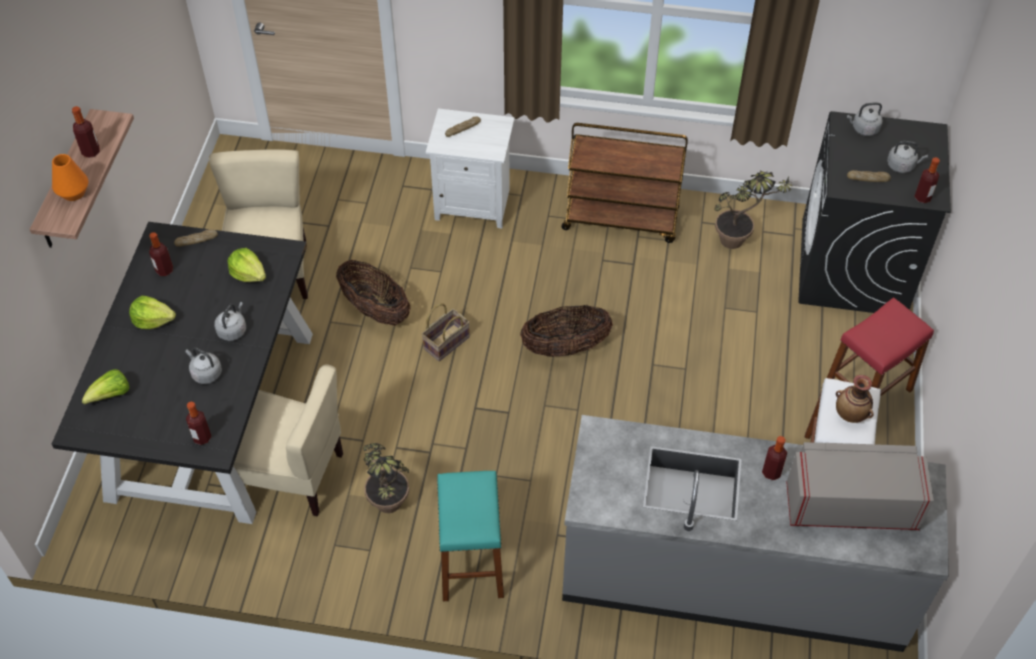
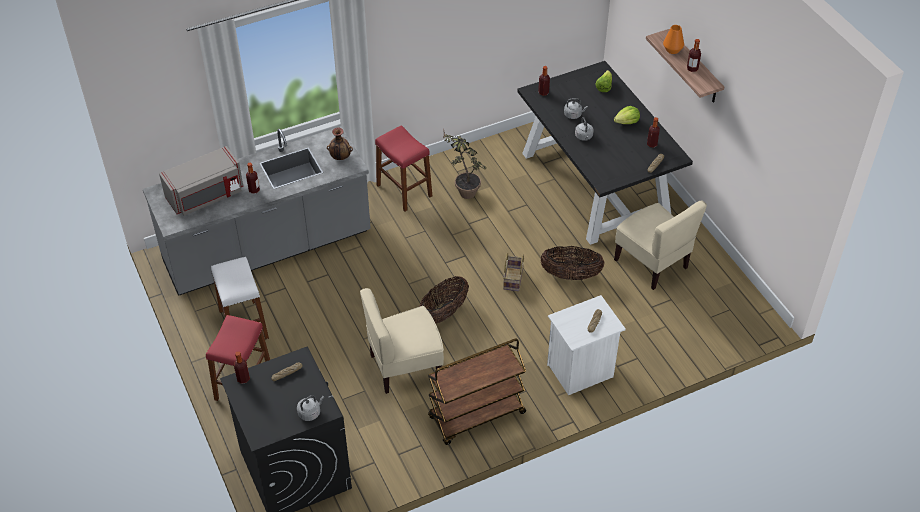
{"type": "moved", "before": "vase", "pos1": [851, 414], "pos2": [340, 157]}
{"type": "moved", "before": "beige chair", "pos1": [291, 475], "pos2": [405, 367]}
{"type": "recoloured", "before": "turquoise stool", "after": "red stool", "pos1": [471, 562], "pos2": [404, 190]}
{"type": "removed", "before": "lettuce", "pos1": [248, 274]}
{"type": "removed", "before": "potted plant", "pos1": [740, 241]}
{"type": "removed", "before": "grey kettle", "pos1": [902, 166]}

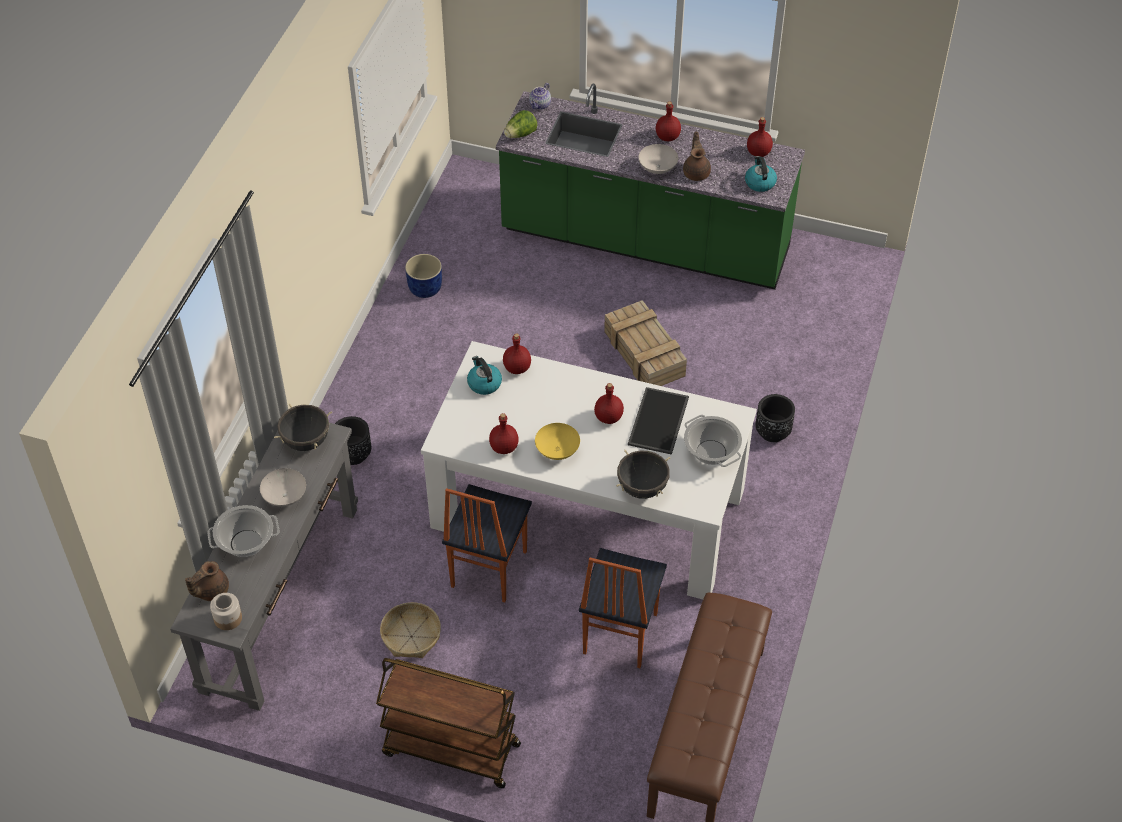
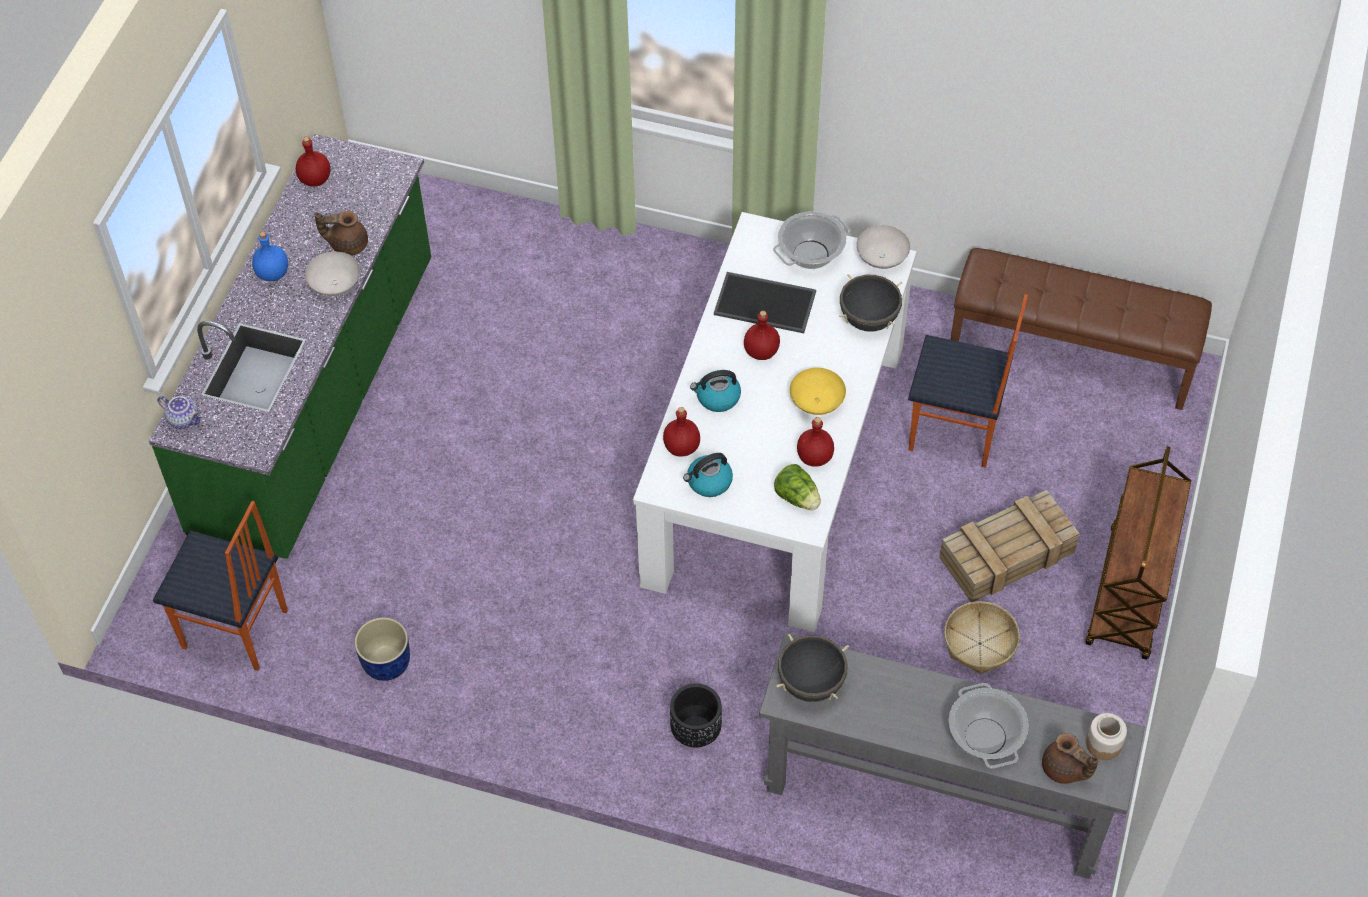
{"type": "moved", "before": "chair", "pos1": [487, 569], "pos2": [235, 631]}
{"type": "recoloured", "before": "red bottle", "after": "blue bottle", "pos1": [667, 137], "pos2": [272, 274]}
{"type": "moved", "before": "kettle", "pos1": [759, 182], "pos2": [717, 398]}
{"type": "moved", "before": "lettuce", "pos1": [520, 135], "pos2": [797, 497]}
{"type": "moved", "before": "white bowl", "pos1": [285, 496], "pos2": [881, 258]}
{"type": "moved", "before": "crate", "pos1": [645, 354], "pos2": [1008, 553]}
{"type": "removed", "before": "black planter", "pos1": [773, 432]}

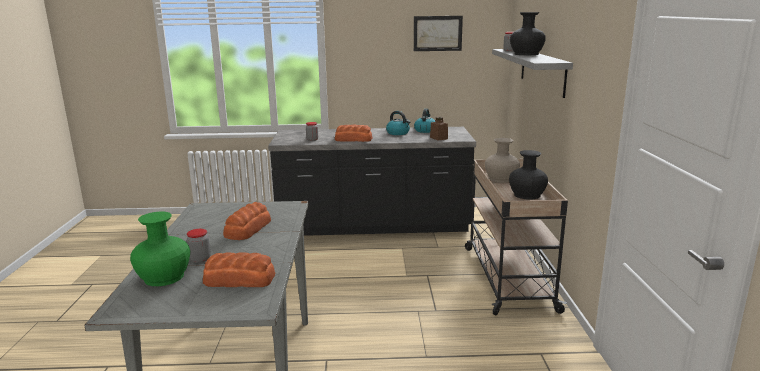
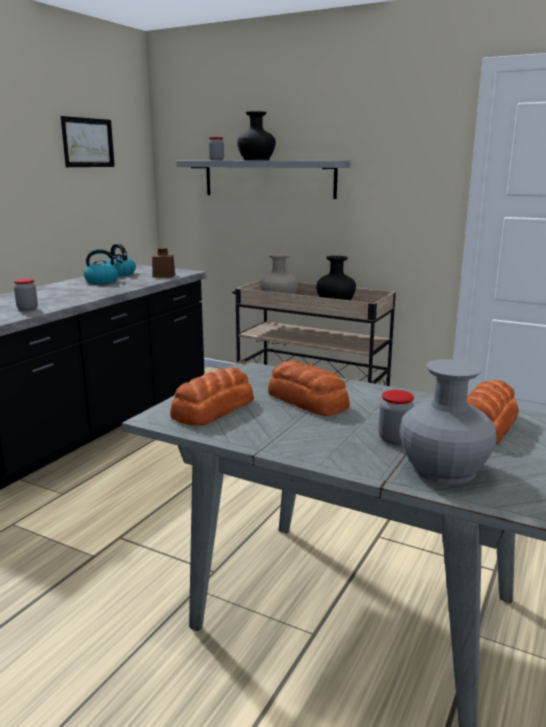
{"type": "moved", "before": "bread", "pos1": [353, 139], "pos2": [212, 409]}
{"type": "recoloured", "before": "green vase", "after": "grey vase", "pos1": [164, 277], "pos2": [443, 468]}

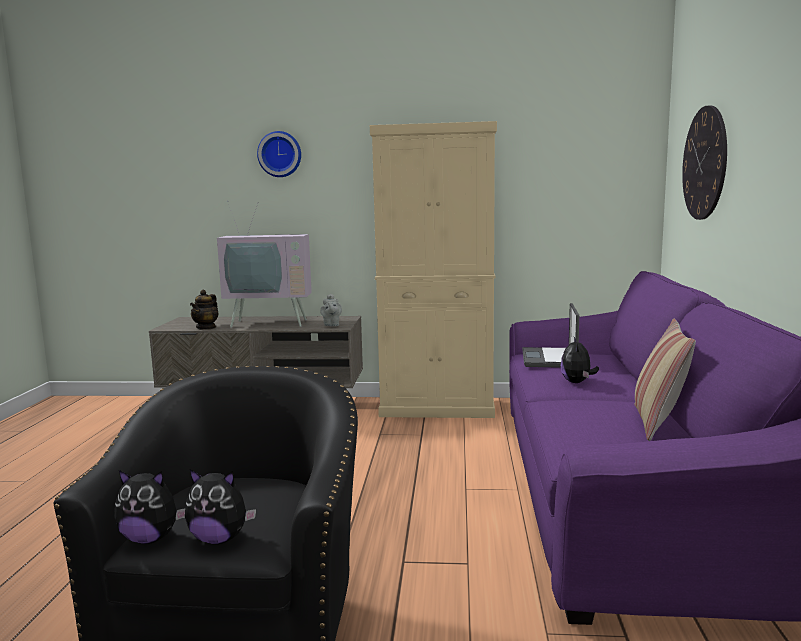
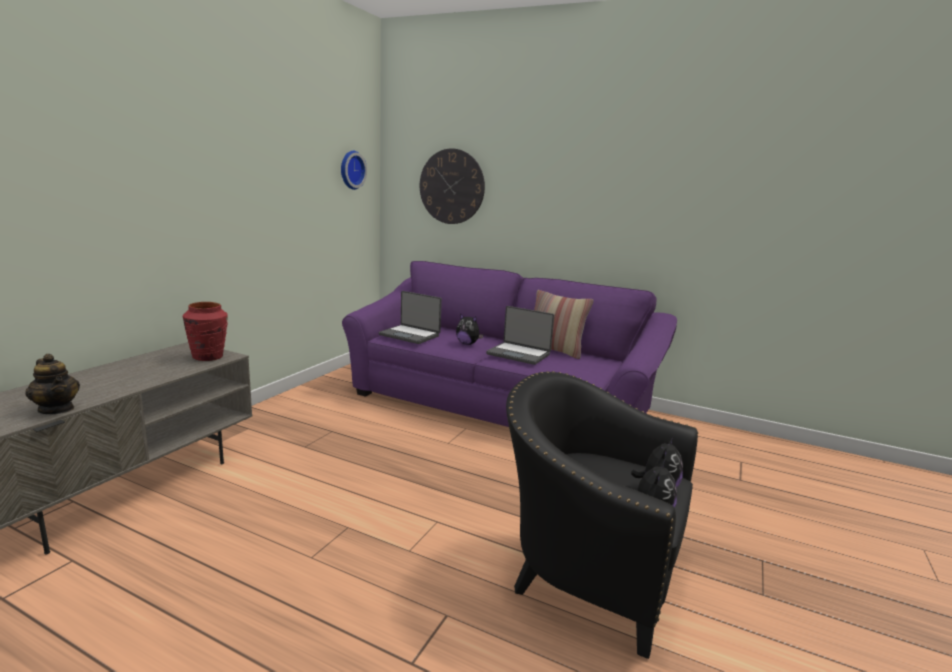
{"type": "replaced", "before": "grey teapot", "after": "red vase", "pos1": [331, 325], "pos2": [208, 357]}
{"type": "moved", "before": "wall clock", "pos1": [280, 154], "pos2": [351, 170]}
{"type": "added", "after": "laptop", "pos2": [519, 354]}
{"type": "removed", "before": "television", "pos1": [271, 322]}
{"type": "removed", "before": "beige cabinet", "pos1": [437, 408]}

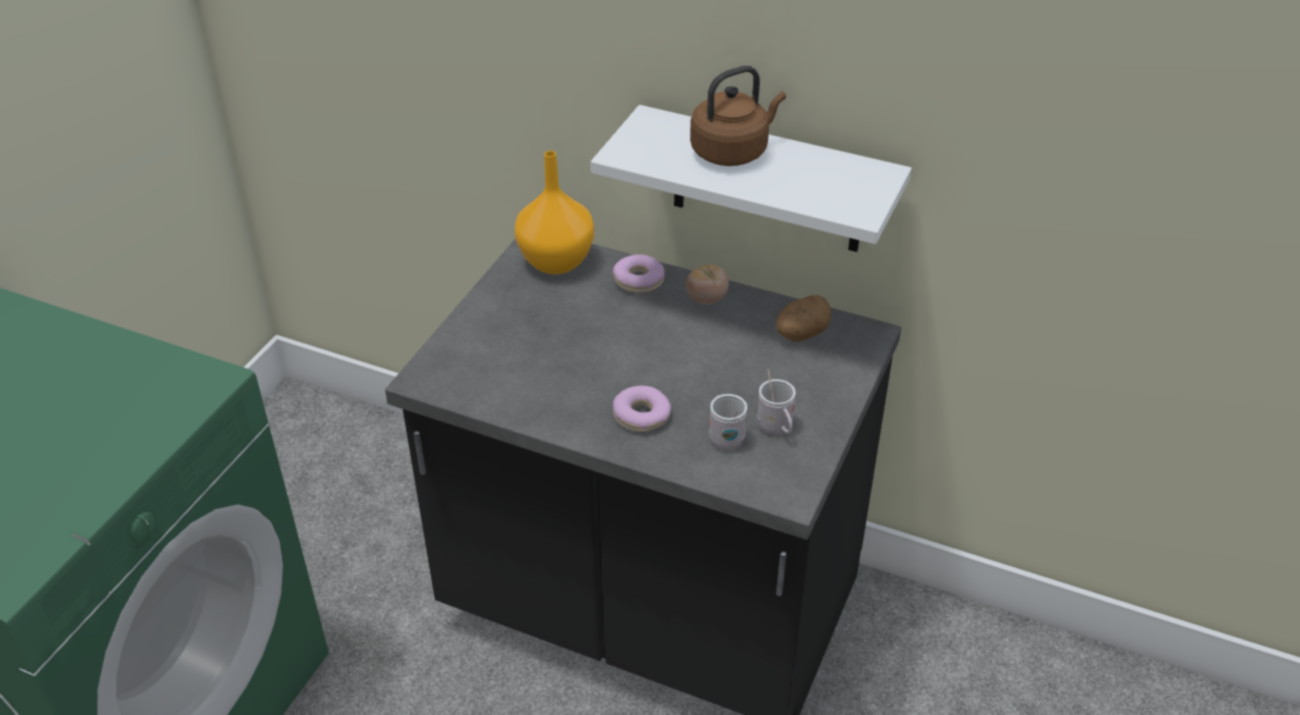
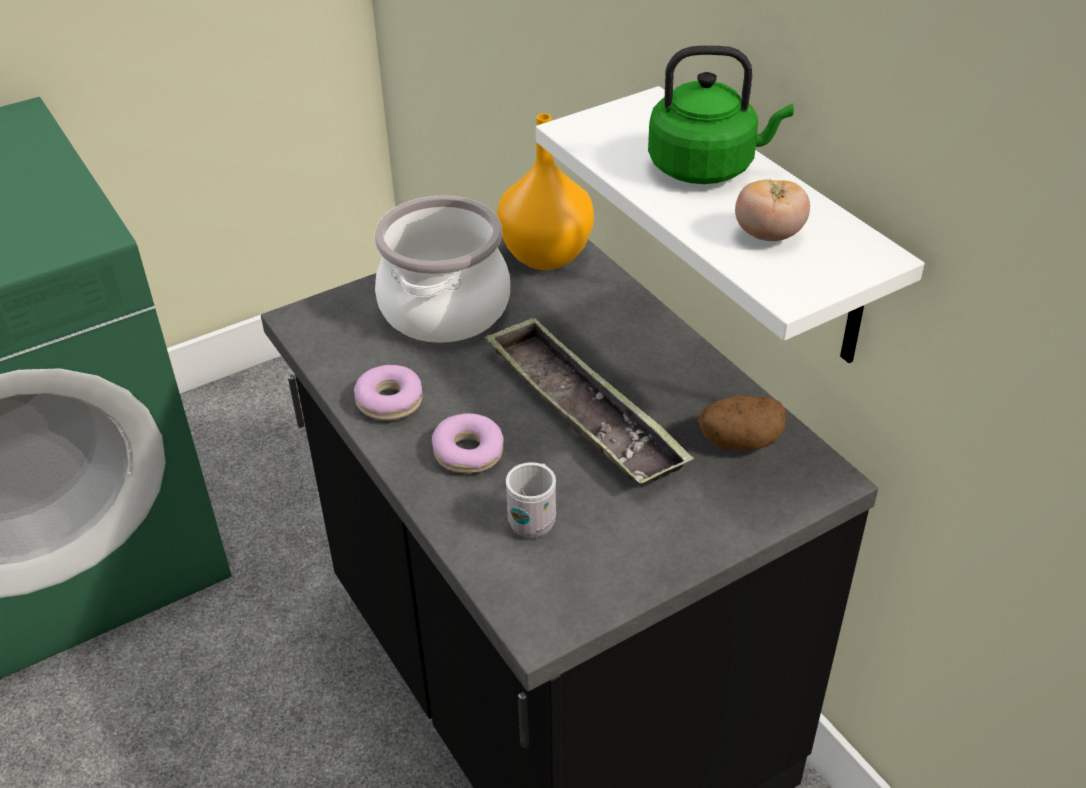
{"type": "moved", "before": "donut", "pos1": [638, 280], "pos2": [389, 401]}
{"type": "added", "after": "cooking pot", "pos2": [443, 308]}
{"type": "added", "after": "tray", "pos2": [582, 410]}
{"type": "recoloured", "before": "brown kettle", "after": "green kettle", "pos1": [732, 151], "pos2": [707, 167]}
{"type": "moved", "before": "tomato", "pos1": [706, 299], "pos2": [769, 235]}
{"type": "removed", "before": "white mug", "pos1": [777, 429]}

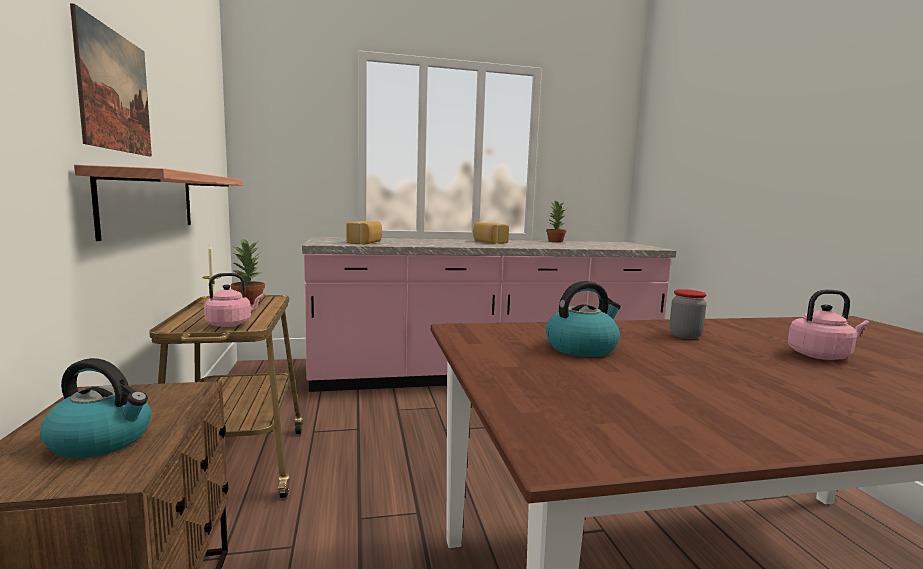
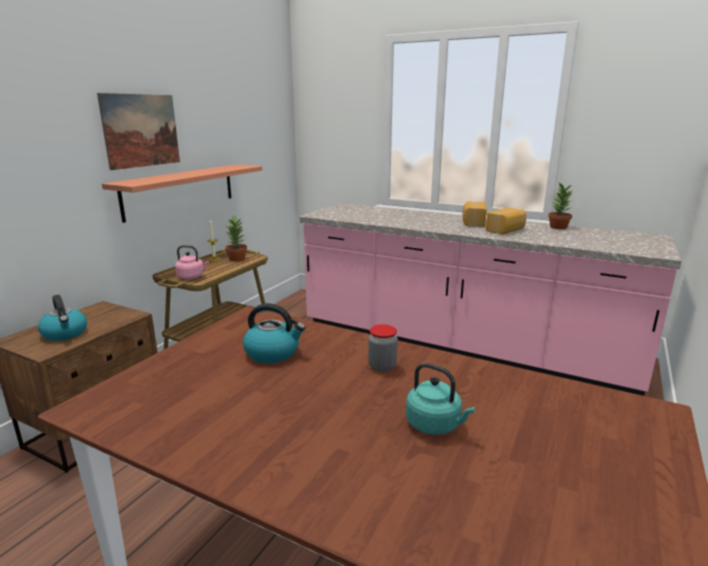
{"type": "recoloured", "before": "pink kettle", "after": "turquoise kettle", "pos1": [821, 355], "pos2": [435, 425]}
{"type": "moved", "before": "bread", "pos1": [365, 242], "pos2": [506, 230]}

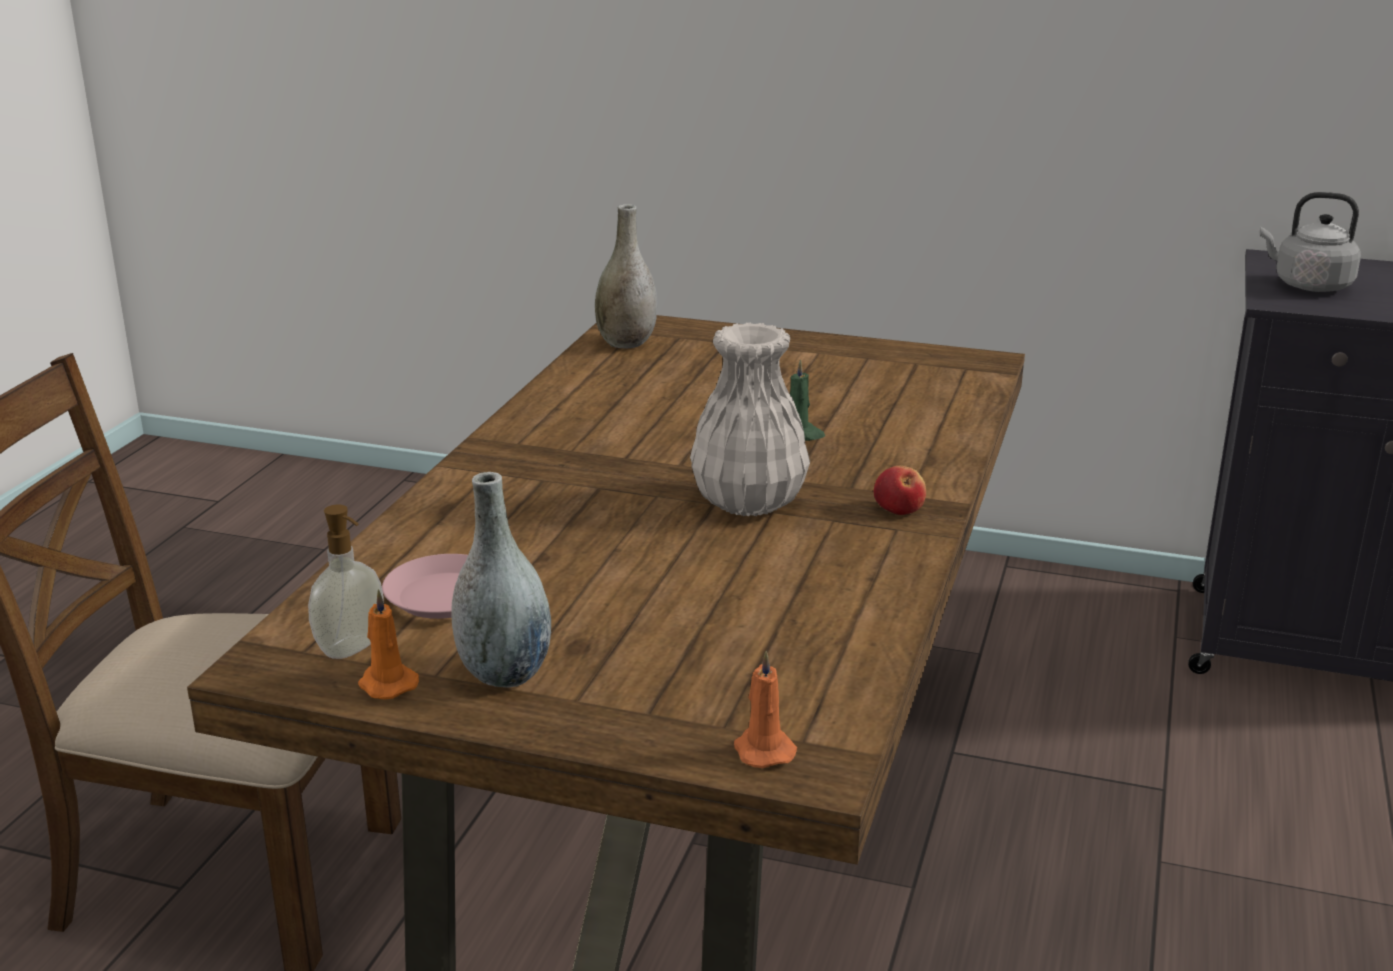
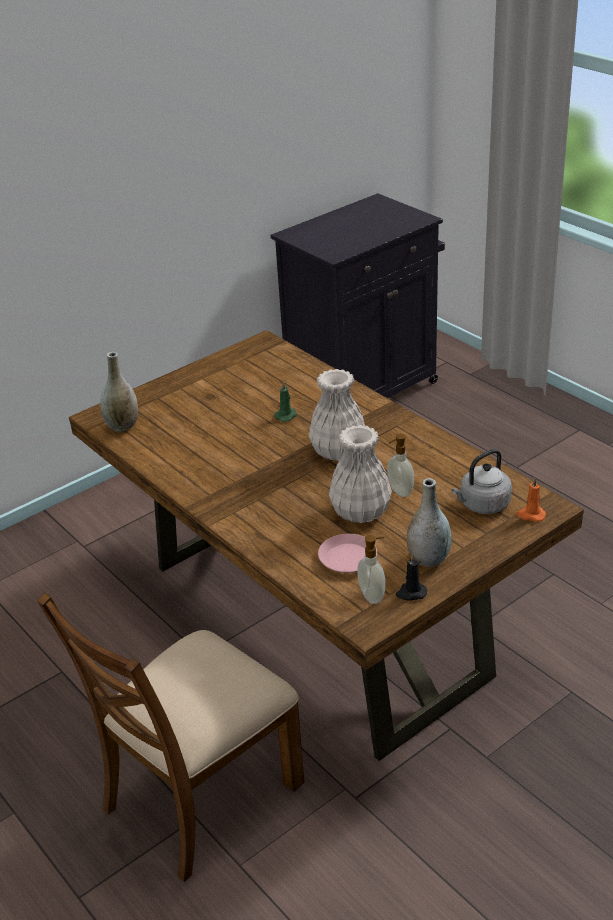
{"type": "added", "after": "white vase", "pos2": [361, 512]}
{"type": "added", "after": "soap dispenser", "pos2": [399, 491]}
{"type": "recoloured", "before": "orange candle", "after": "black candle", "pos1": [386, 684], "pos2": [411, 593]}
{"type": "moved", "before": "grey kettle", "pos1": [1308, 285], "pos2": [482, 505]}
{"type": "removed", "before": "apple", "pos1": [899, 509]}

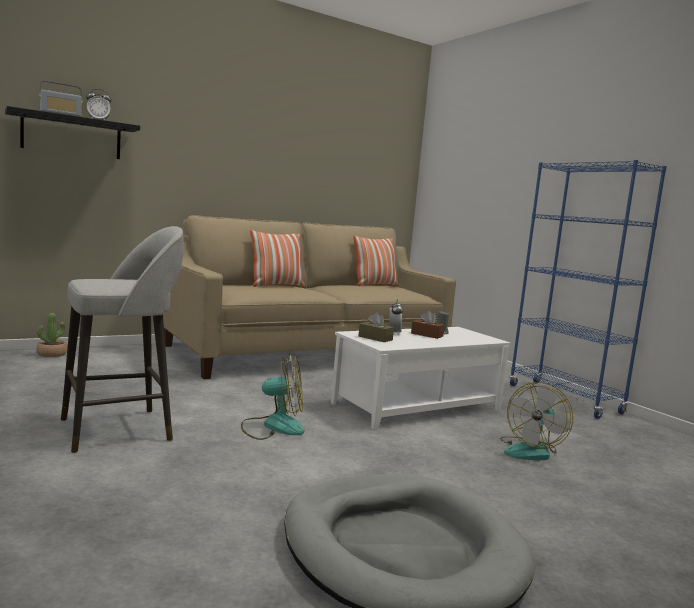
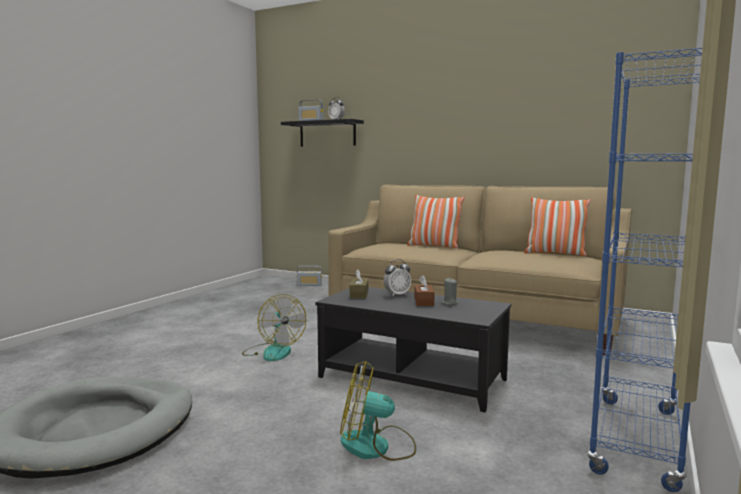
{"type": "replaced", "before": "potted plant", "after": "radio", "pos1": [52, 354], "pos2": [309, 284]}
{"type": "recoloured", "before": "white coffee table", "after": "black coffee table", "pos1": [416, 406], "pos2": [412, 377]}
{"type": "removed", "before": "grey stool", "pos1": [120, 429]}

